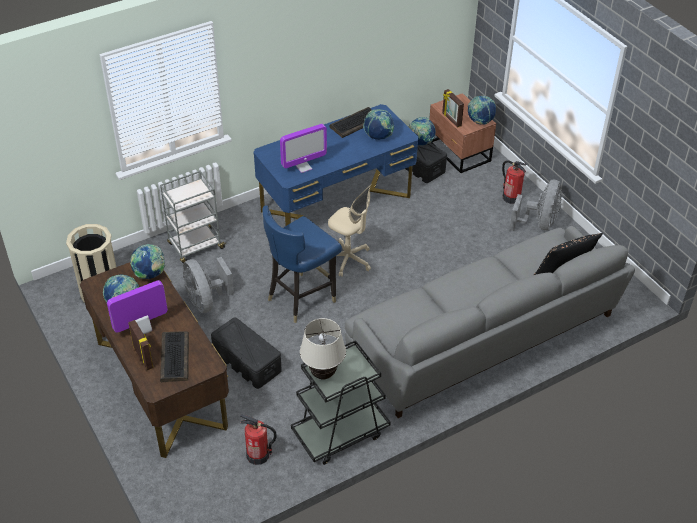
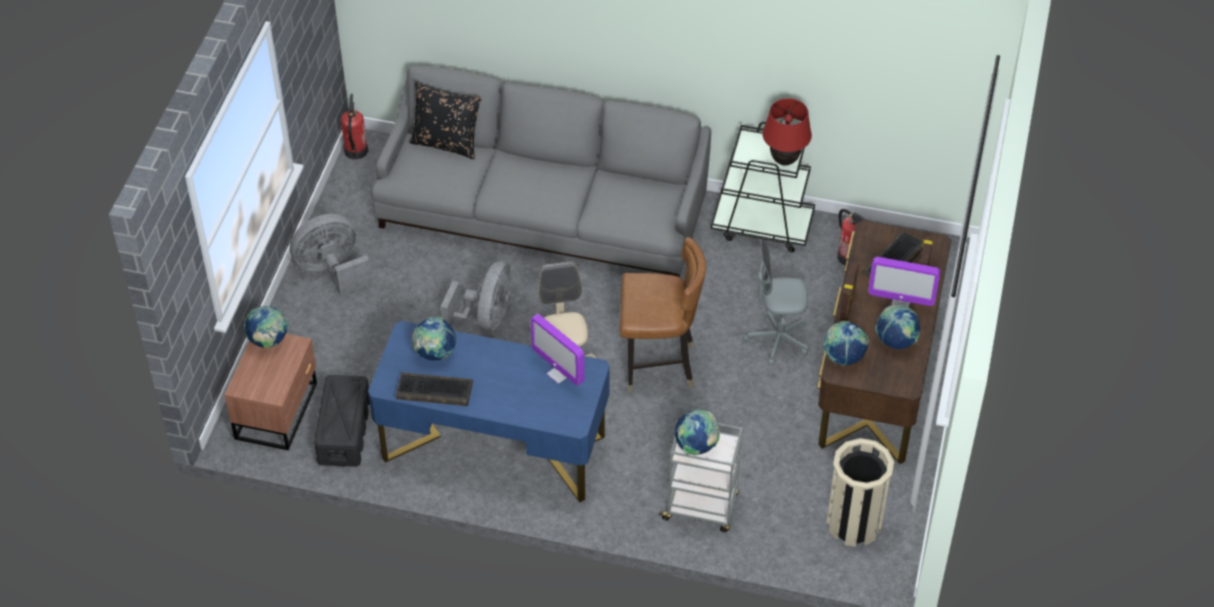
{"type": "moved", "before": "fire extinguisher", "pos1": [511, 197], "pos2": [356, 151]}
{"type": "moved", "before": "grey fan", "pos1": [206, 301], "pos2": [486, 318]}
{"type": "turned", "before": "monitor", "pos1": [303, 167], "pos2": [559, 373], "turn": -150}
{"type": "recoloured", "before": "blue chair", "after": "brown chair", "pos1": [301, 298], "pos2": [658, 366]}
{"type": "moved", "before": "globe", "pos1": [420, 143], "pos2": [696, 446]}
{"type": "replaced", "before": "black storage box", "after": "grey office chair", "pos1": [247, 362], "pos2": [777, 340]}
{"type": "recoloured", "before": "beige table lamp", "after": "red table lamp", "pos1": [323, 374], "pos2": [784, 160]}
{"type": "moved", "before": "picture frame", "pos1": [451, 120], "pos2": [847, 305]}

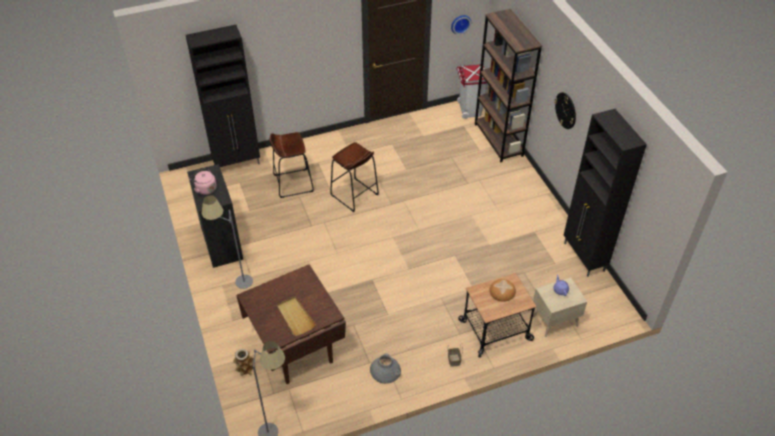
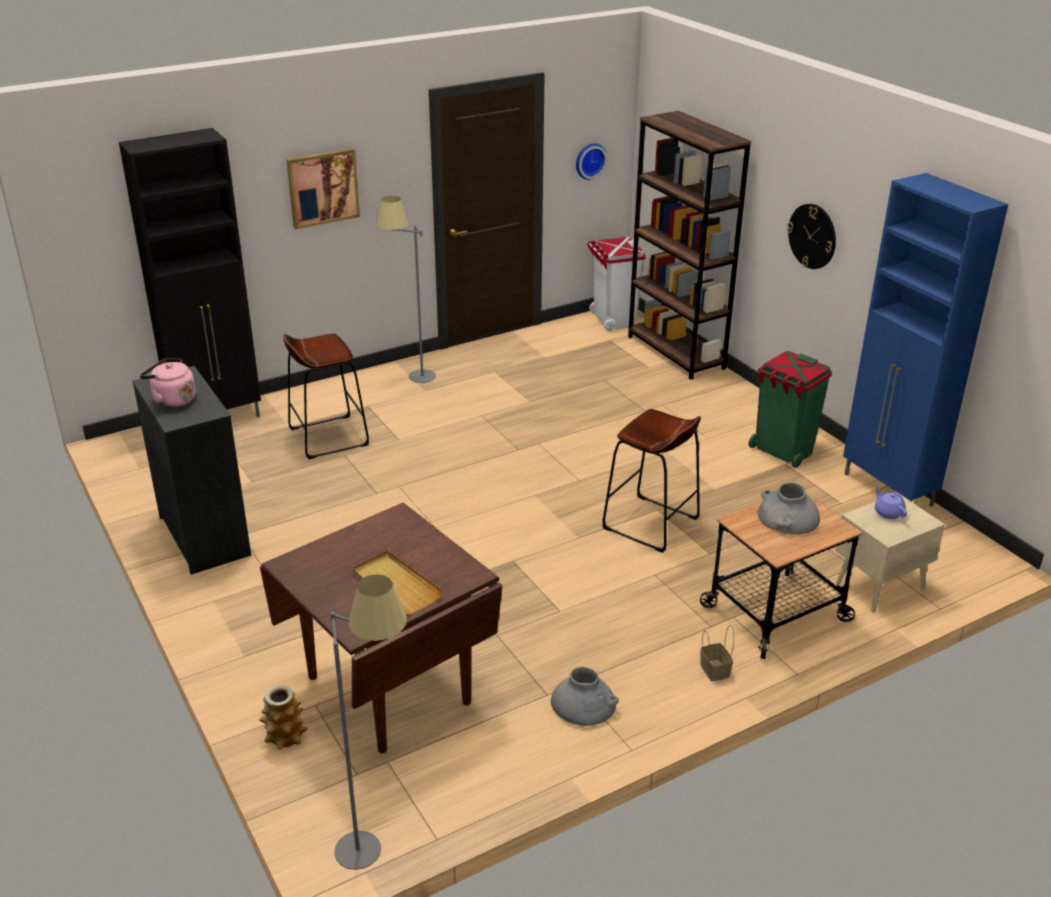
{"type": "added", "after": "picture", "pos2": [323, 188]}
{"type": "moved", "before": "grey floor lamp", "pos1": [236, 284], "pos2": [411, 380]}
{"type": "moved", "before": "brown stool", "pos1": [354, 195], "pos2": [650, 524]}
{"type": "added", "after": "green trash can", "pos2": [783, 451]}
{"type": "replaced", "before": "bread", "after": "grey vase", "pos1": [502, 291], "pos2": [788, 517]}
{"type": "recoloured", "before": "black cabinet", "after": "blue cabinet", "pos1": [584, 257], "pos2": [888, 490]}

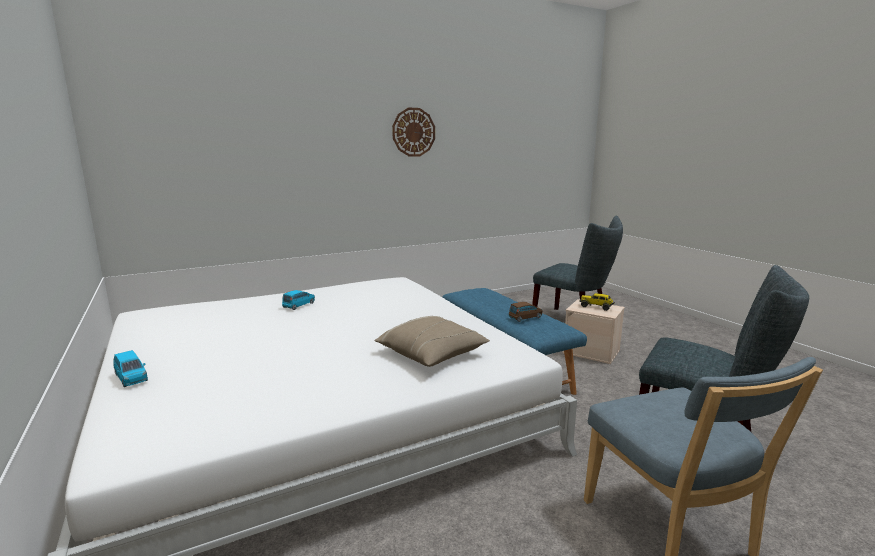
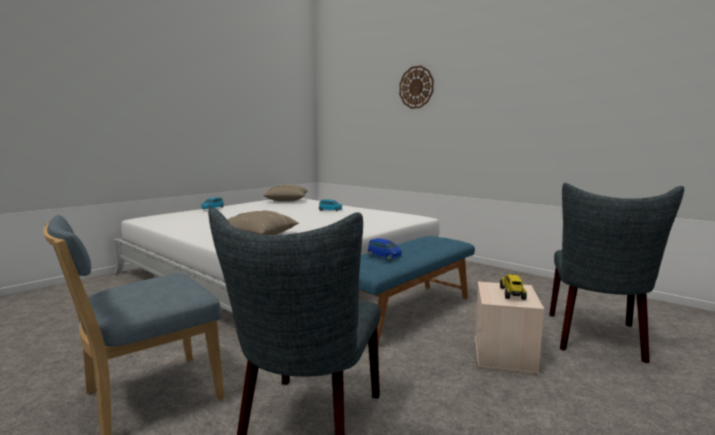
{"type": "added", "after": "beige pillow", "pos2": [287, 200]}
{"type": "recoloured", "before": "brown toy car", "after": "blue toy car", "pos1": [525, 317], "pos2": [384, 256]}
{"type": "moved", "before": "wall clock", "pos1": [413, 132], "pos2": [416, 87]}

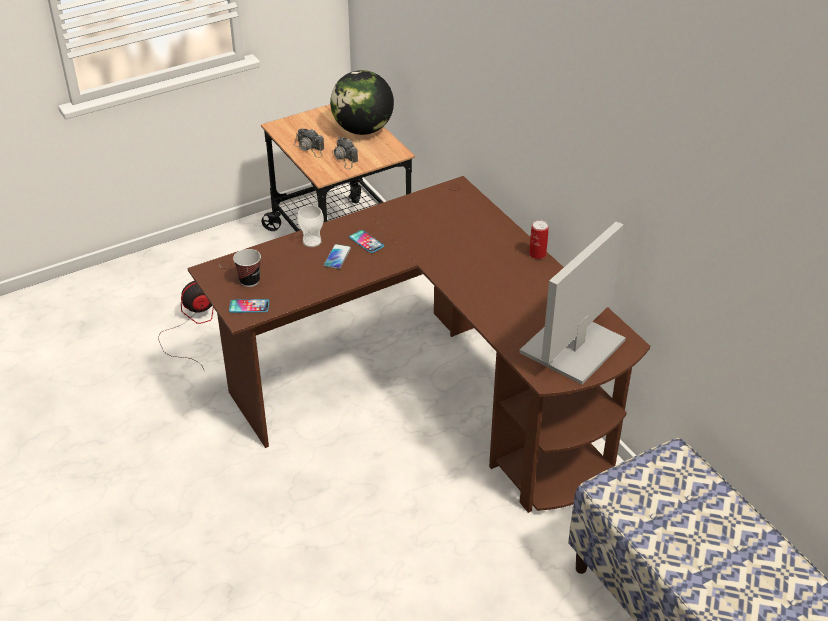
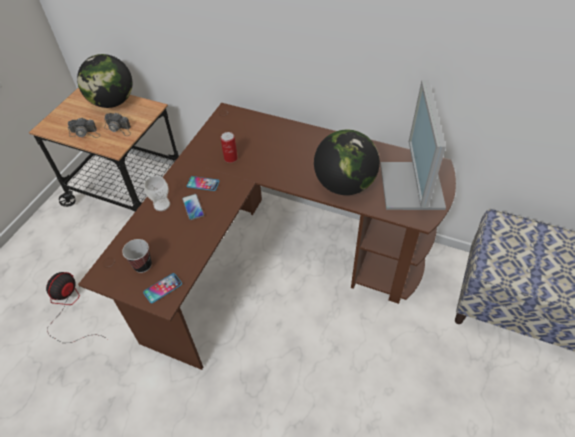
{"type": "moved", "before": "can", "pos1": [537, 254], "pos2": [230, 158]}
{"type": "added", "after": "globe", "pos2": [344, 185]}

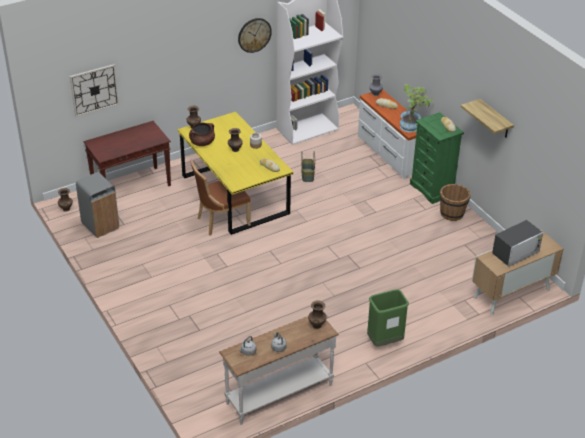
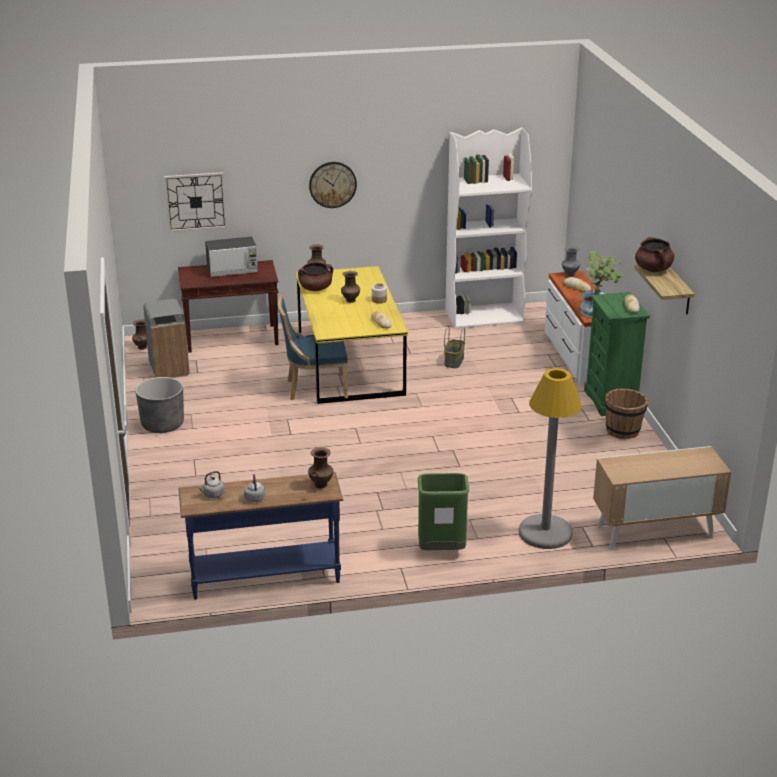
{"type": "added", "after": "grey planter", "pos2": [162, 424]}
{"type": "recoloured", "before": "white console table", "after": "blue console table", "pos1": [279, 393], "pos2": [265, 577]}
{"type": "moved", "before": "microwave", "pos1": [516, 252], "pos2": [232, 270]}
{"type": "recoloured", "before": "brown chair", "after": "blue chair", "pos1": [221, 221], "pos2": [314, 388]}
{"type": "moved", "before": "wall clock", "pos1": [254, 35], "pos2": [332, 184]}
{"type": "added", "after": "grey floor lamp", "pos2": [545, 533]}
{"type": "added", "after": "brown cooking pot", "pos2": [653, 269]}

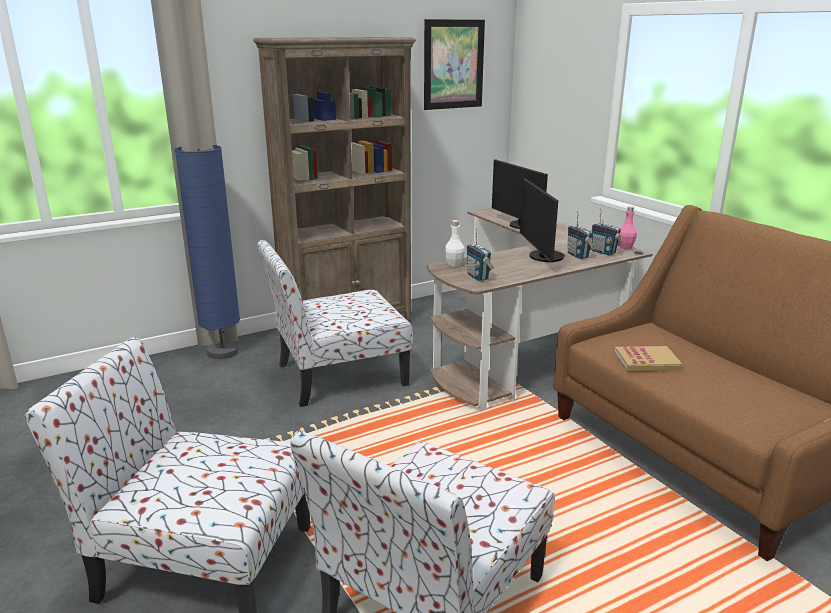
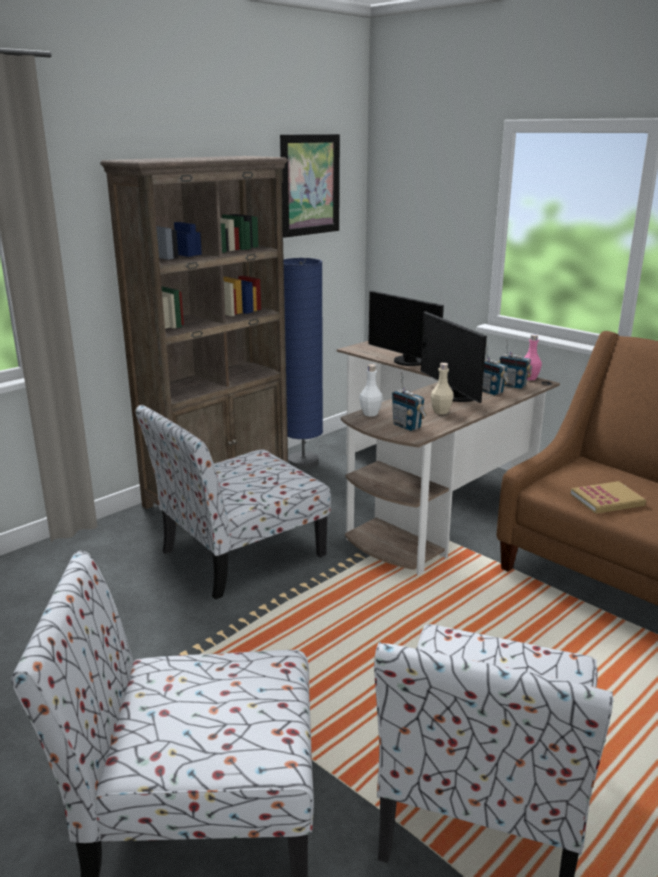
{"type": "moved", "before": "blue floor lamp", "pos1": [223, 352], "pos2": [303, 462]}
{"type": "added", "after": "beige bottle", "pos2": [441, 412]}

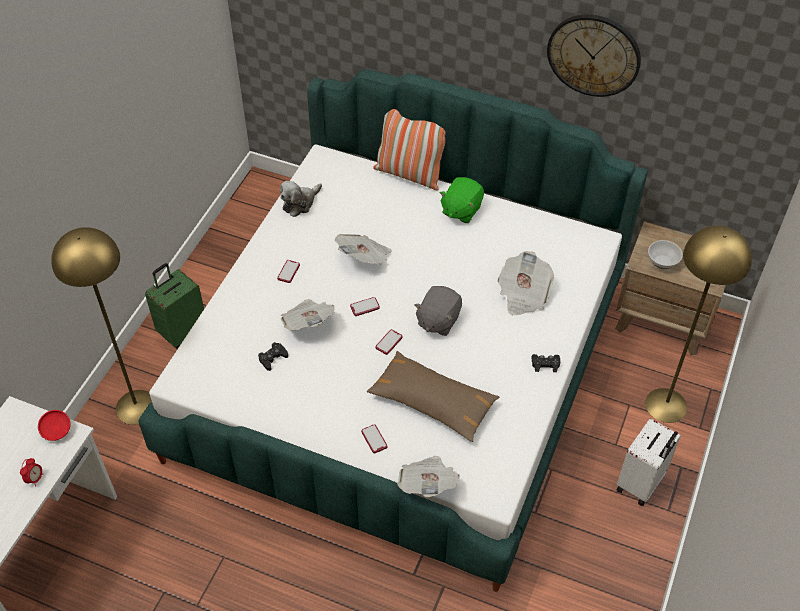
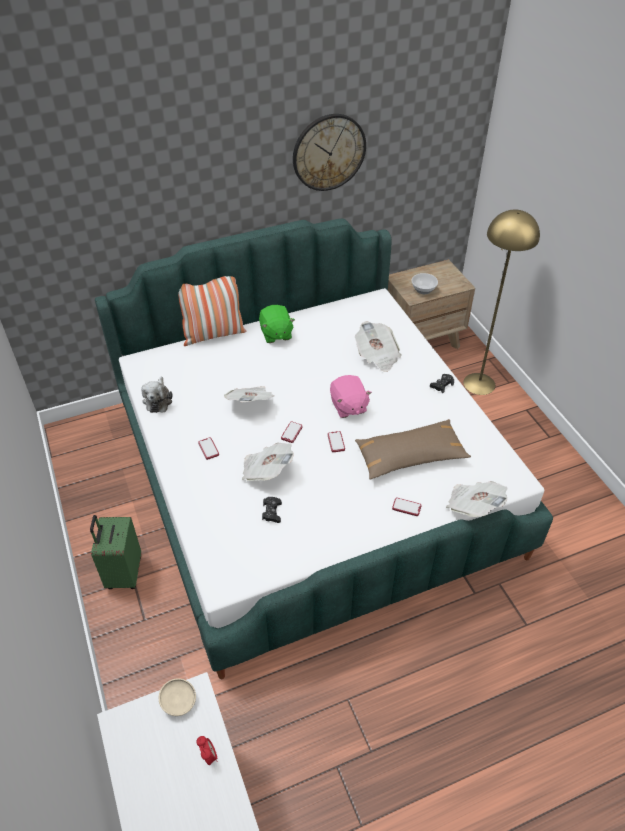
{"type": "recoloured", "before": "red bowl", "after": "beige bowl", "pos1": [56, 431], "pos2": [179, 702]}
{"type": "recoloured", "before": "grey plush toy", "after": "pink plush toy", "pos1": [438, 320], "pos2": [348, 406]}
{"type": "removed", "before": "yellow floor lamp", "pos1": [136, 406]}
{"type": "removed", "before": "white suitcase", "pos1": [641, 483]}

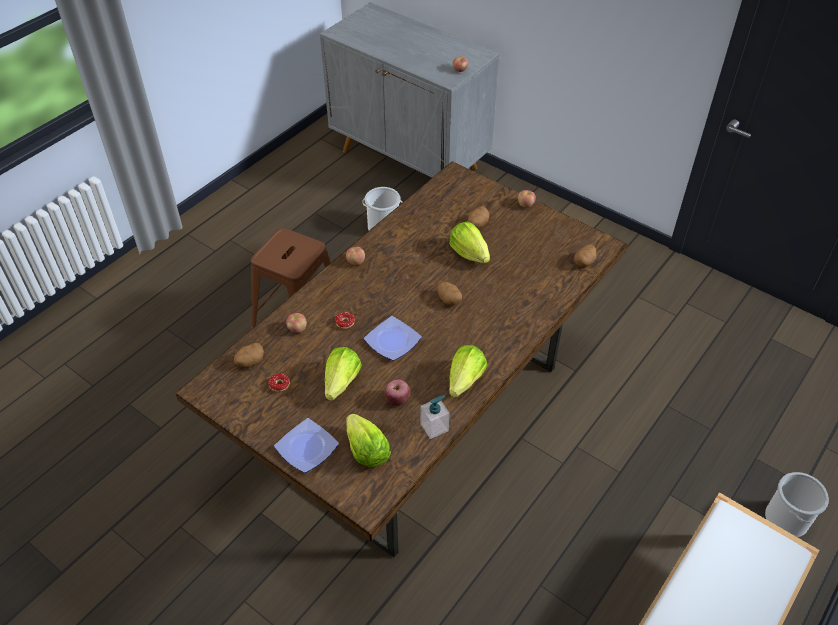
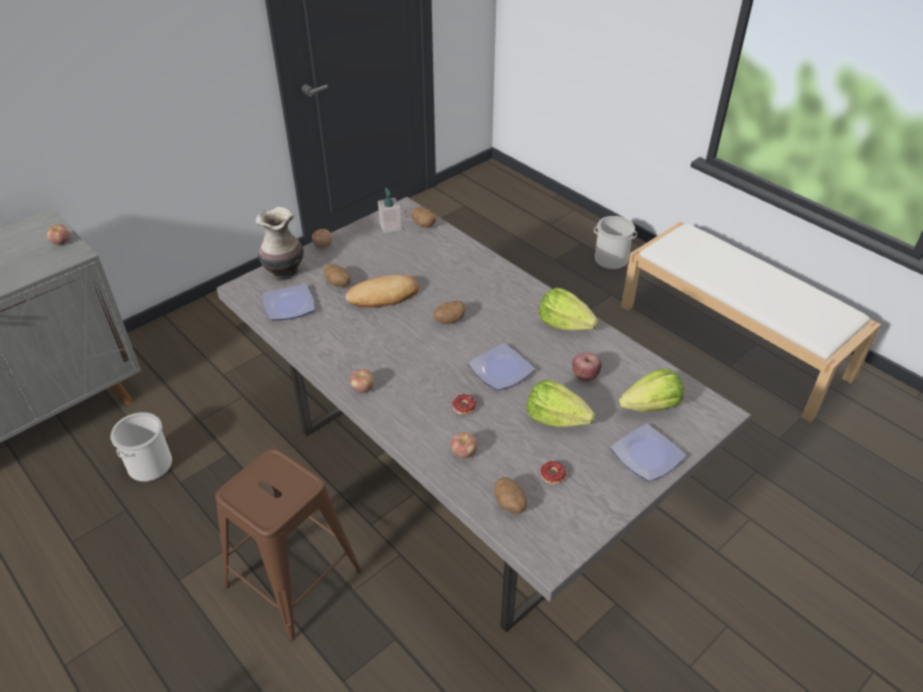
{"type": "recoloured", "before": "brown dining table", "after": "grey dining table", "pos1": [419, 412], "pos2": [460, 469]}
{"type": "added", "after": "vase", "pos2": [283, 272]}
{"type": "added", "after": "plate", "pos2": [288, 305]}
{"type": "replaced", "before": "lettuce", "after": "bread", "pos1": [469, 253], "pos2": [383, 296]}
{"type": "moved", "before": "soap dispenser", "pos1": [434, 427], "pos2": [390, 226]}

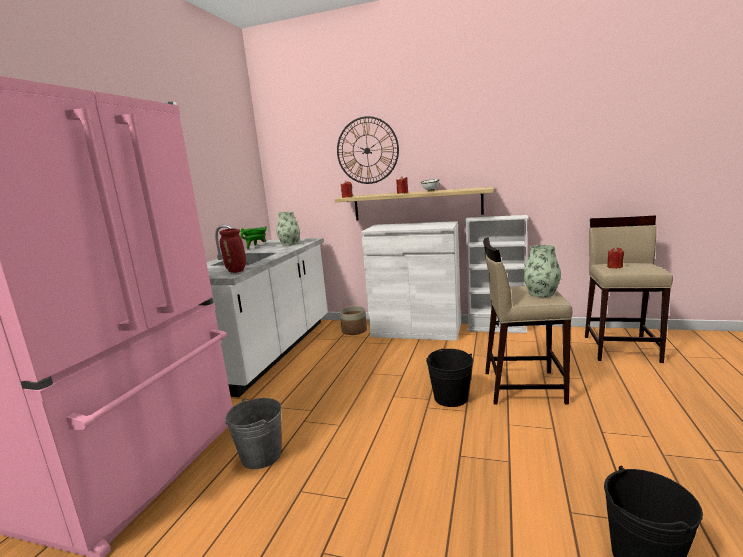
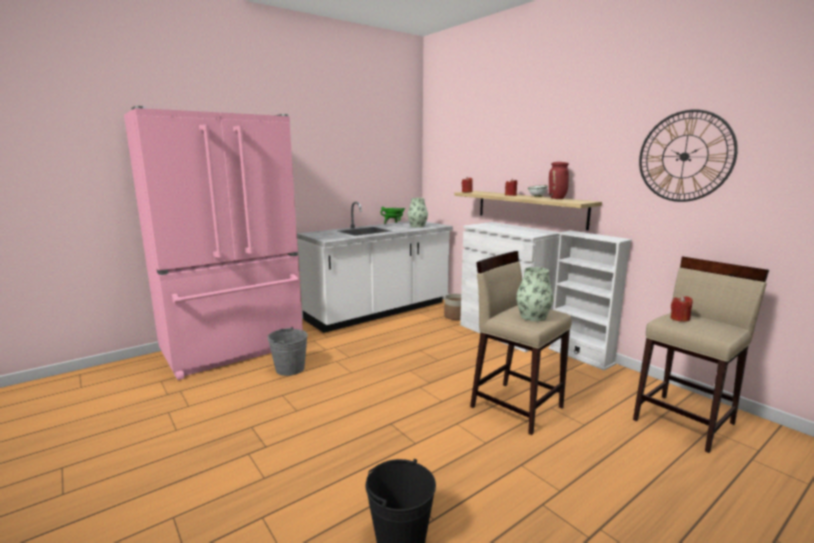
{"type": "moved", "before": "red vase", "pos1": [237, 271], "pos2": [557, 199]}
{"type": "moved", "before": "wall clock", "pos1": [367, 150], "pos2": [684, 156]}
{"type": "removed", "before": "black bucket", "pos1": [450, 398]}

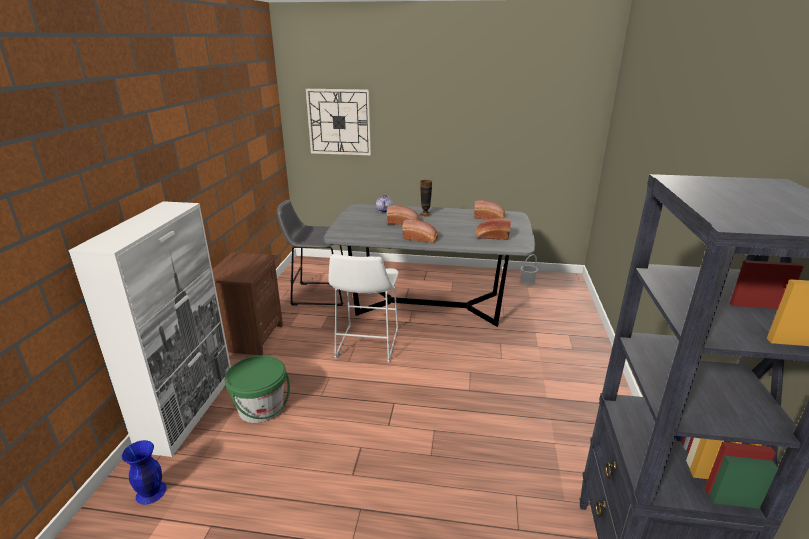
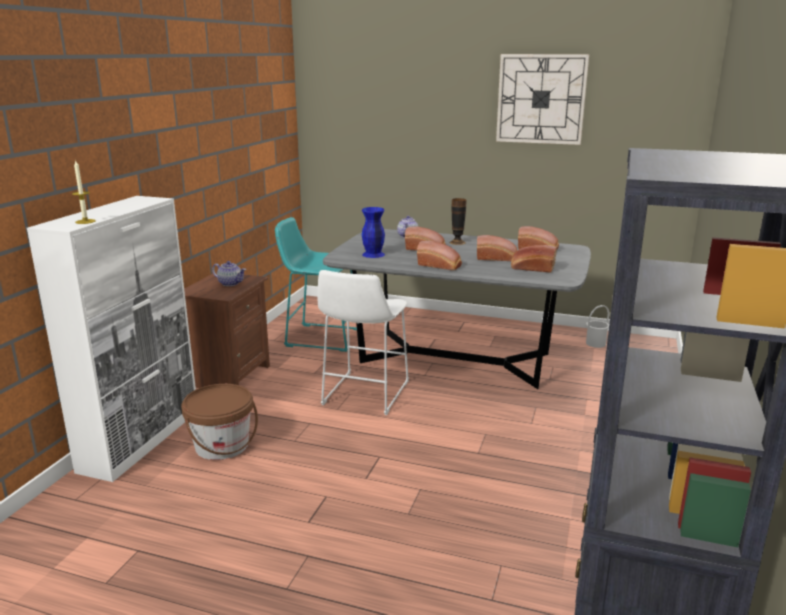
{"type": "added", "after": "candle", "pos2": [85, 221]}
{"type": "recoloured", "before": "green bucket", "after": "brown bucket", "pos1": [261, 408], "pos2": [222, 446]}
{"type": "added", "after": "teapot", "pos2": [230, 283]}
{"type": "recoloured", "before": "grey stool", "after": "turquoise stool", "pos1": [317, 294], "pos2": [319, 337]}
{"type": "moved", "before": "blue vase", "pos1": [150, 492], "pos2": [373, 254]}
{"type": "added", "after": "bread", "pos2": [497, 258]}
{"type": "moved", "before": "wall clock", "pos1": [339, 122], "pos2": [541, 99]}

